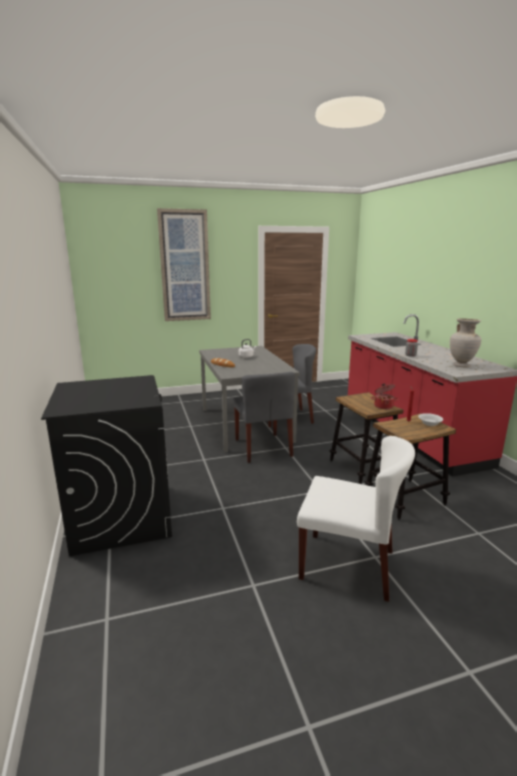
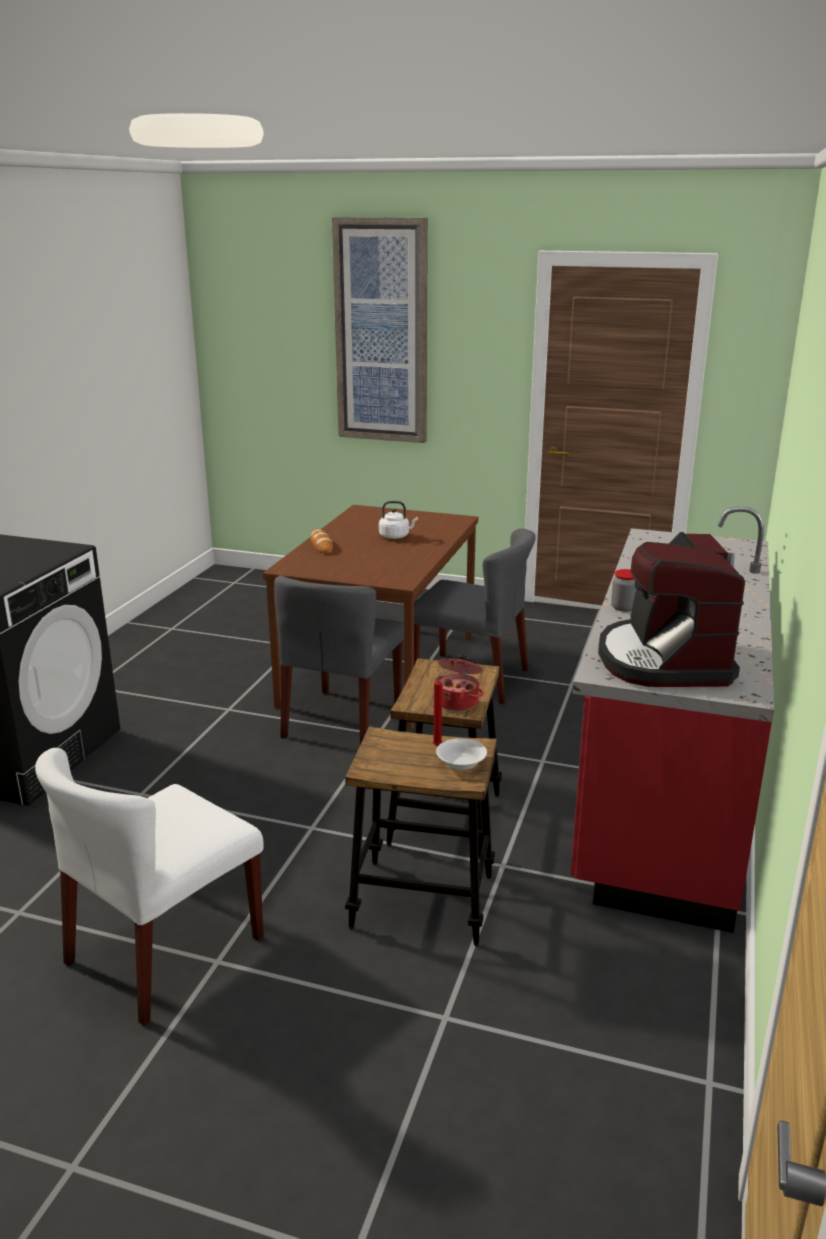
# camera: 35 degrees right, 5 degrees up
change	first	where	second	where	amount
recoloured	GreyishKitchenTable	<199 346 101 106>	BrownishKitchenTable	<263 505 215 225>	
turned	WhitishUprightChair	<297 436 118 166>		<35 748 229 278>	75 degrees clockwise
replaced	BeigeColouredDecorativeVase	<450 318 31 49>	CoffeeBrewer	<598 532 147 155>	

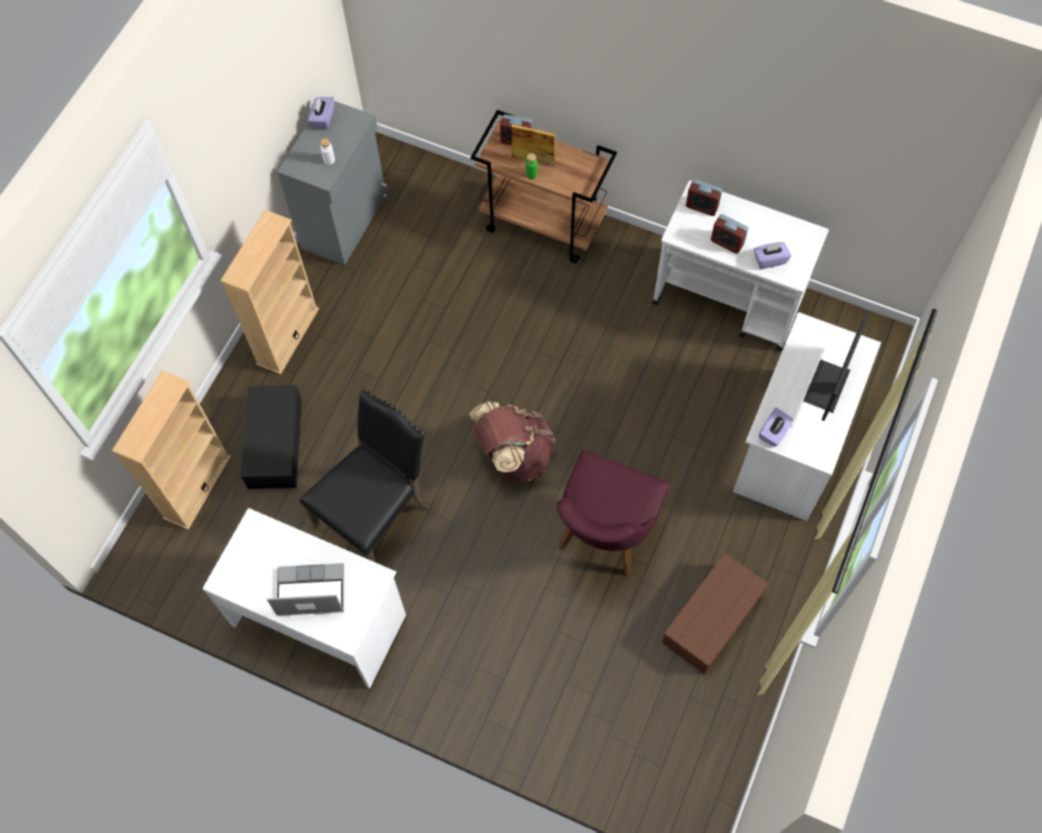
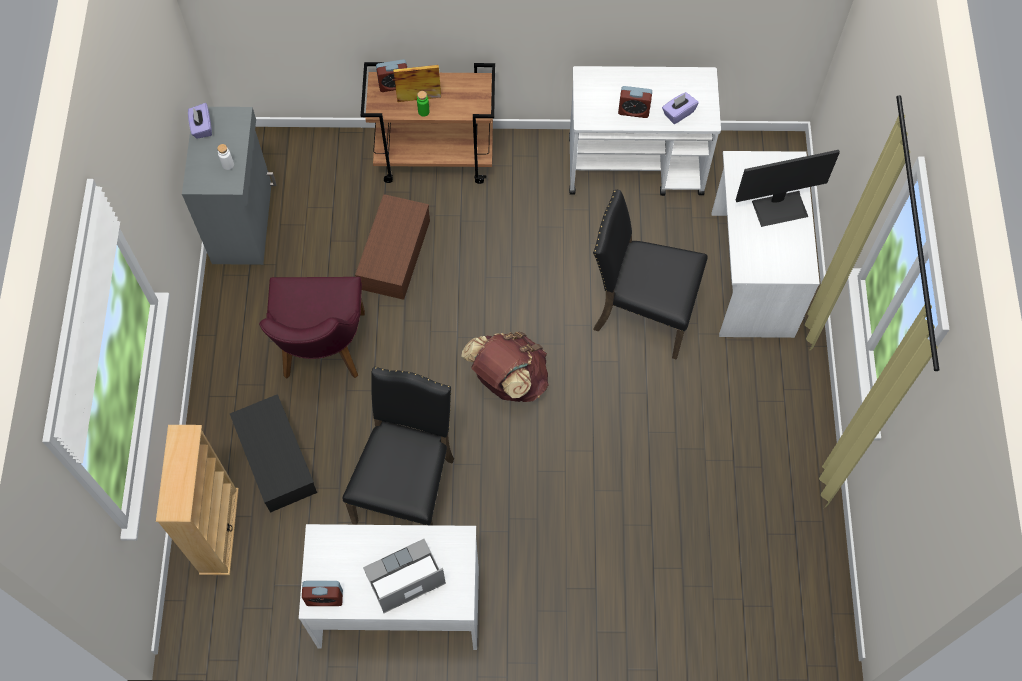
# camera: 25 degrees left, 0 degrees up
change	first	where	second	where	amount
removed	BeigeColouredShelvingUnit	<220 210 99 165>			
moved	PurpleColouredUprightChair	<557 450 114 126>		<259 277 106 102>	
moved	BrownishStorageBin	<662 553 107 121>		<355 194 75 106>	
moved	BedsideClock	<686 179 36 37>		<302 581 41 25>	
removed	PurpleColouredTissueHolder	<759 407 34 40>			
turned	Monitor	<803 310 67 111>		<736 150 104 77>	105 degrees counterclockwise
added			BlackishUprightChair	<593 190 115 170>	

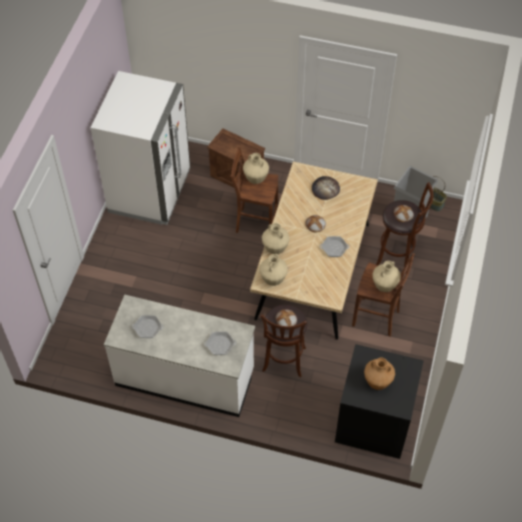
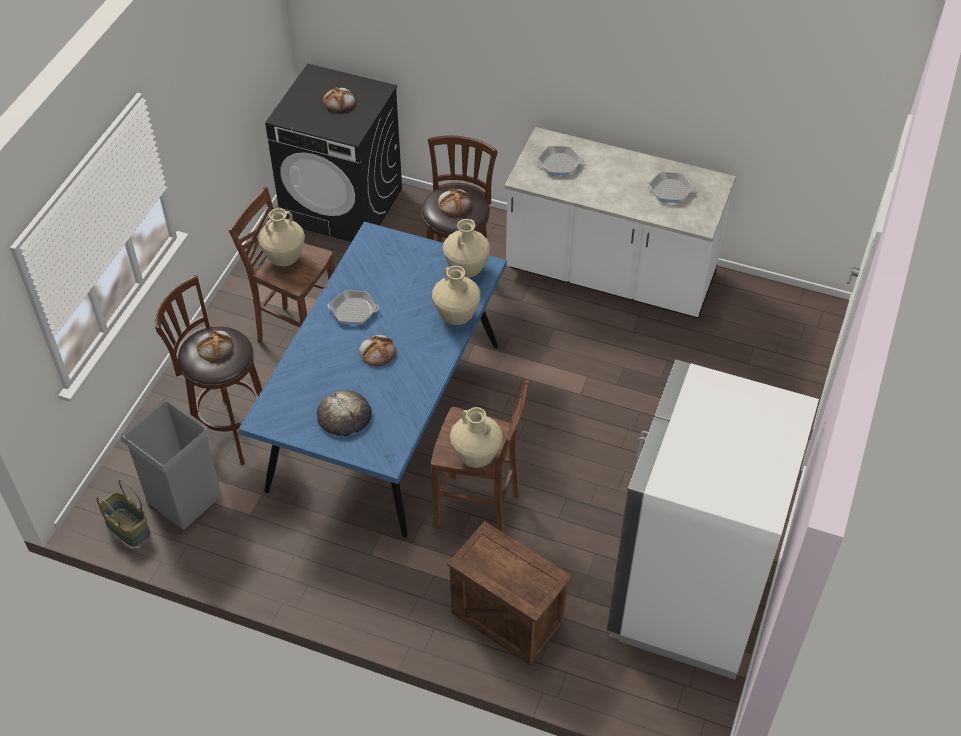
# camera: 175 degrees left, 5 degrees down
change	first	where	second	where	amount
recoloured	BeigeColouredKitchenTable	<250 162 128 178>	BluishKitchenTable	<239 222 268 316>	
replaced	BrownishDecorativeVase	<364 358 31 32>	Bread	<323 87 32 25>	

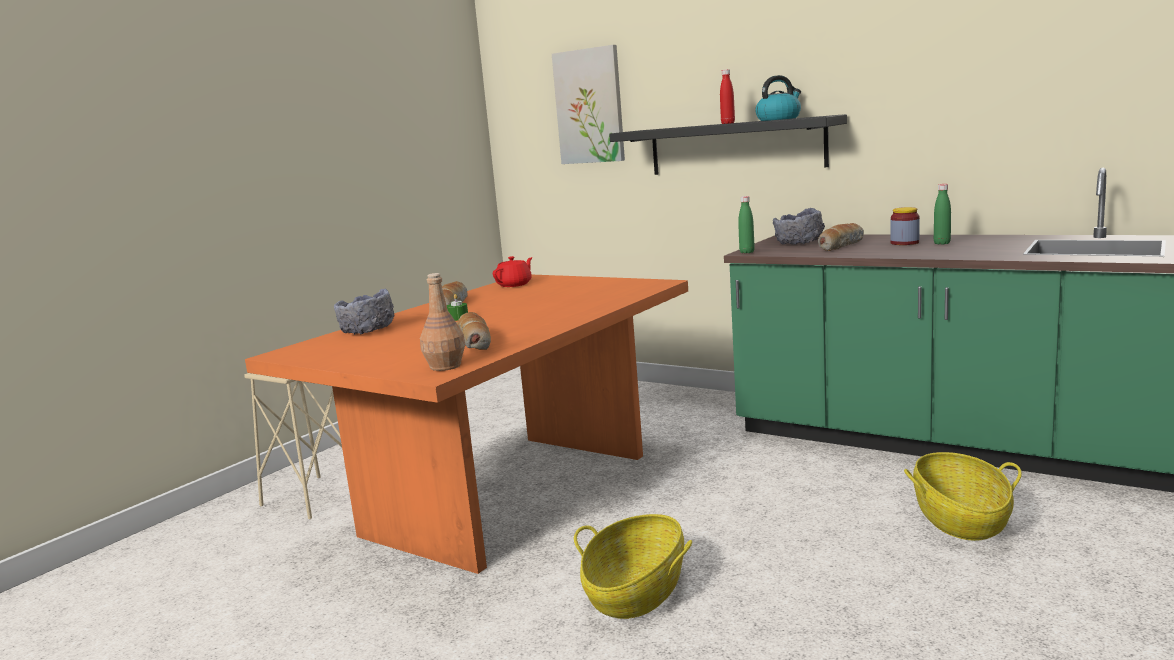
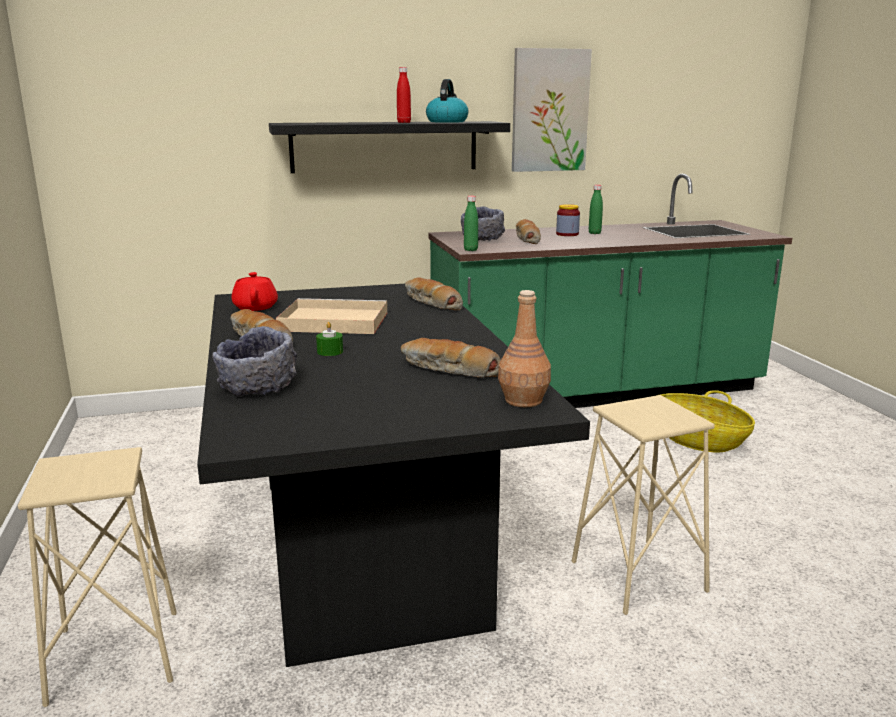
# camera: 50 degrees left, 5 degrees up
change	first	where	second	where	amount
recoloured	OrangeyKitchenTable	<245 275 443 299>	BlackishKitchenTable	<197 284 393 383>	
moved	Picture	<552 45 73 119>		<512 48 80 124>	
replaced	Basket	<574 514 118 105>	BeigeColouredStoolSeat	<572 395 143 220>	
added			BeigeColouredCarryingTray	<276 298 111 36>	
added			Bread	<405 277 58 33>	

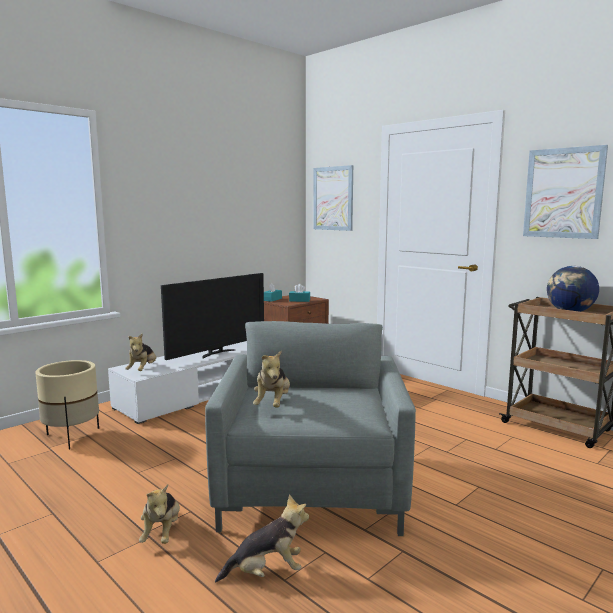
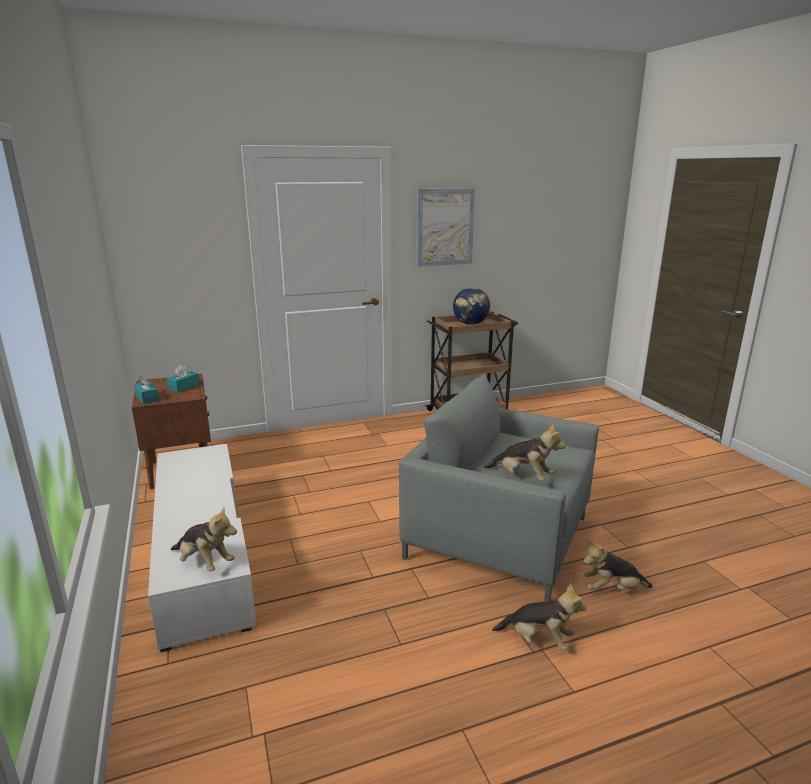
# camera: 65 degrees left, 10 degrees up
change	first	where	second	where	amount
removed	BeigeColouredFlowerPot	<35 360 64 90>			
removed	TvSet	<161 273 103 87>			
turned	PlushToy	<215 494 94 89>		<583 540 70 50>	105 degrees counterclockwise
removed	Picture	<313 165 40 66>			

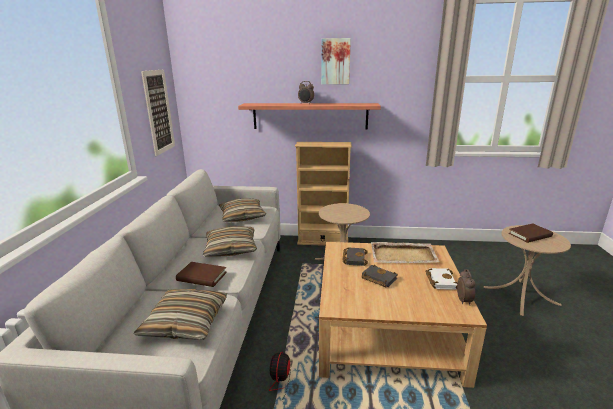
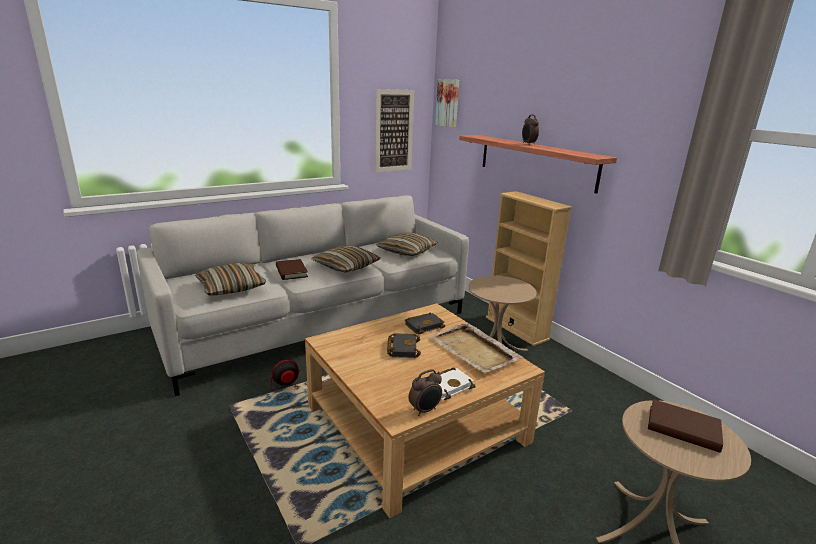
# camera: 50 degrees right, 0 degrees up
change	first	where	second	where	amount
moved	Picture	<321 38 30 46>		<435 79 24 49>	

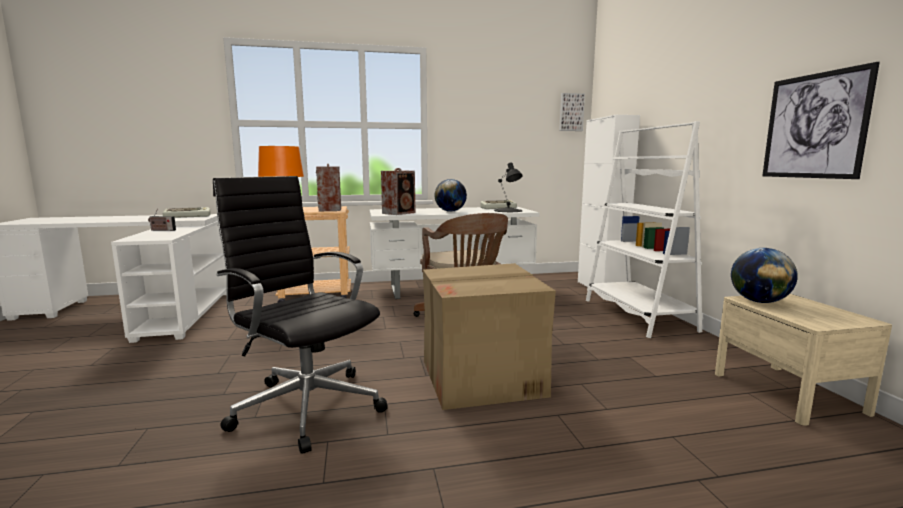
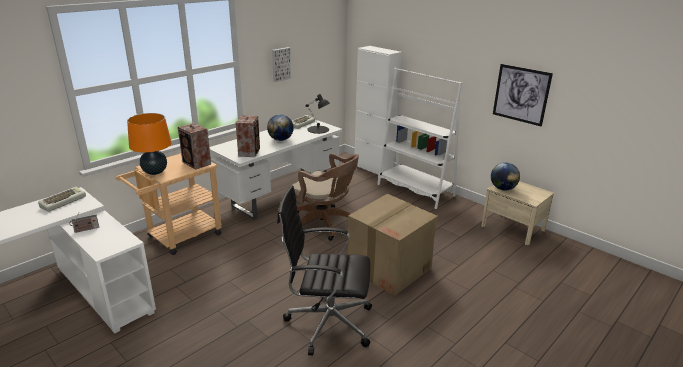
# camera: 35 degrees left, 15 degrees up
change	first	where	second	where	amount
moved	Picture	<559 93 26 38>		<272 47 19 35>	

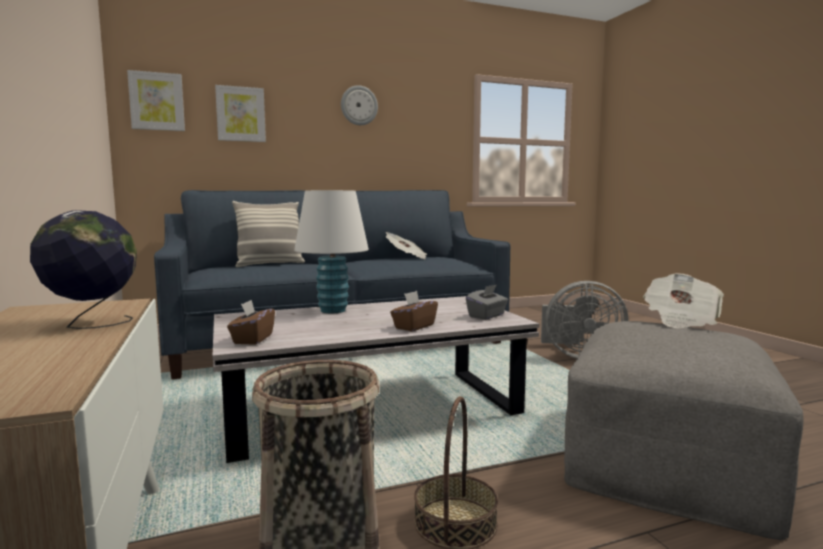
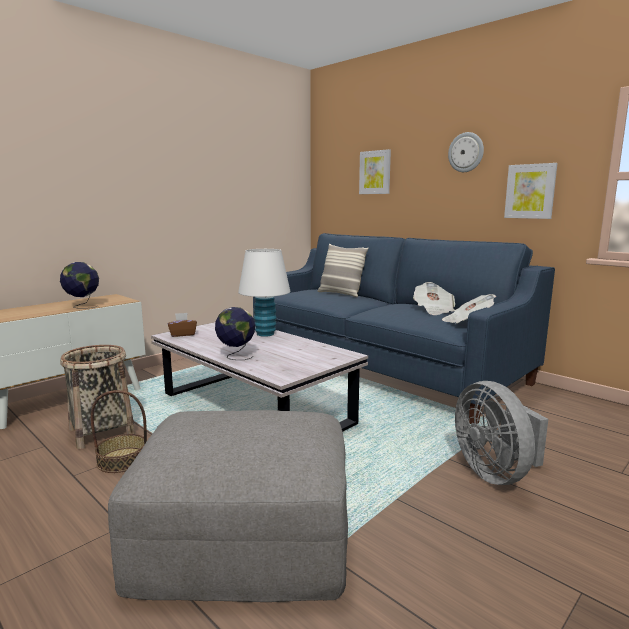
# camera: 65 degrees right, 5 degrees up
change	first	where	second	where	amount
moved	Picture	<127 70 58 61>		<504 163 54 56>	
replaced	BrownishTissueHolder	<390 291 48 40>	DeskGlobe	<215 307 40 53>	
removed	GreyishTissueHolder	<466 284 42 36>			
moved	Newspaper	<643 273 81 55>		<442 294 54 29>	

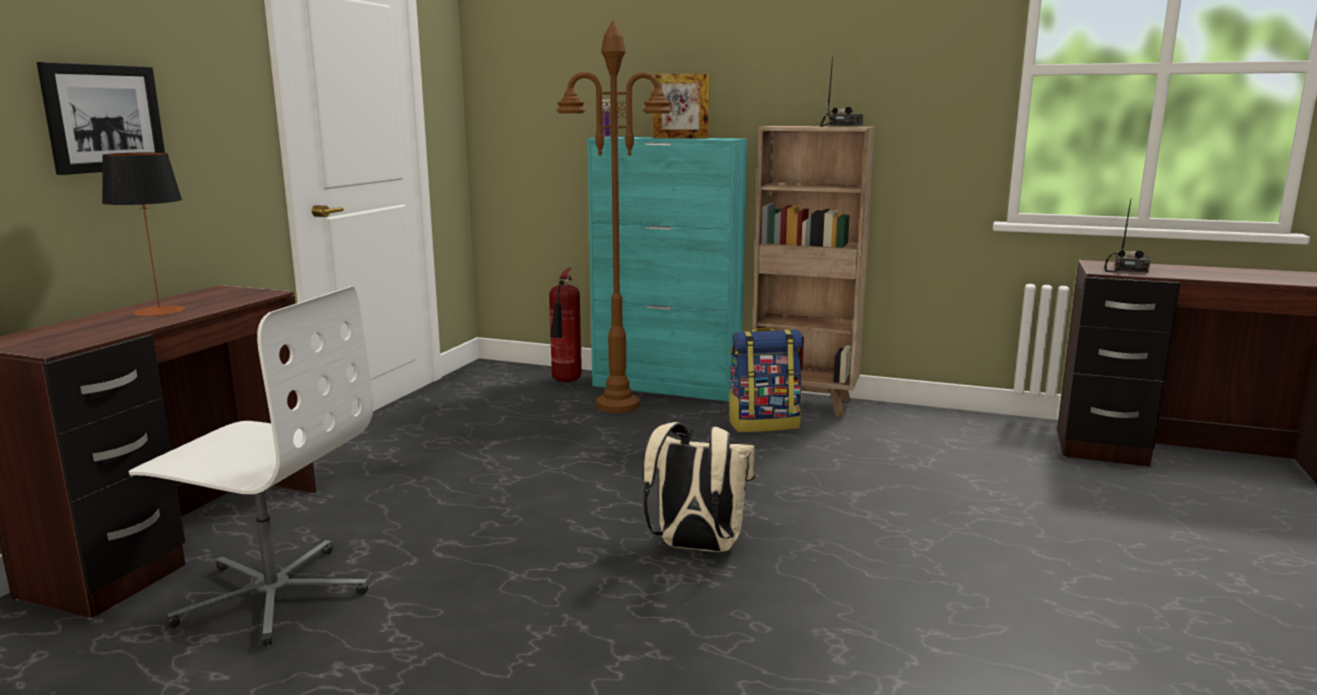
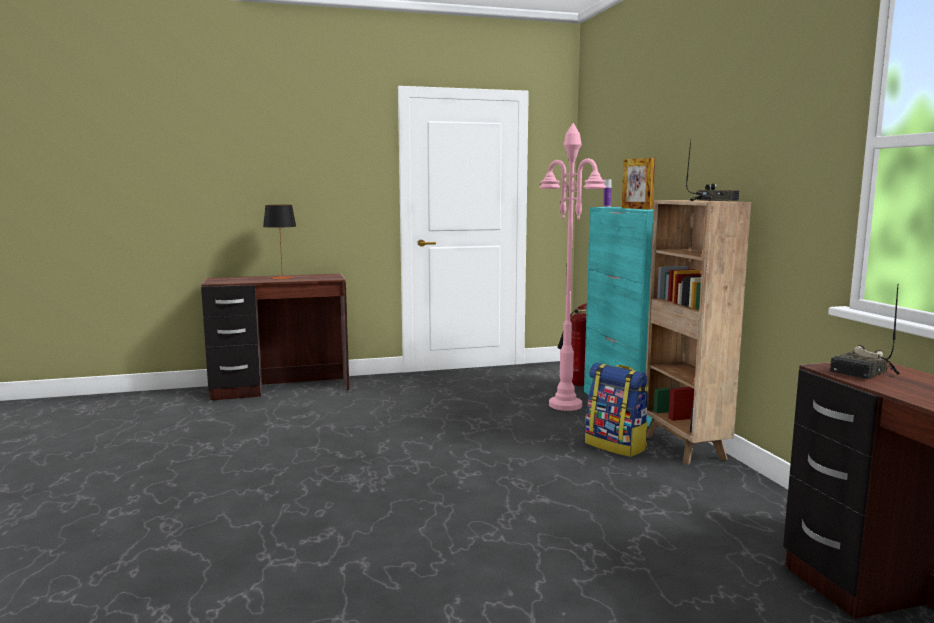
# camera: 55 degrees right, 5 degrees down
change	first	where	second	where	amount
removed	Picture	<37 62 128 113>			
removed	WhitishComputerChair	<129 286 244 360>			
recoloured	BrownishFloorLamp	<556 20 116 393>	PinkishFloorLamp	<539 123 67 288>	
removed	BeigeColouredBackpack	<643 422 112 130>			
turned	Radio	<1104 200 46 73>		<830 286 70 93>	150 degrees clockwise

